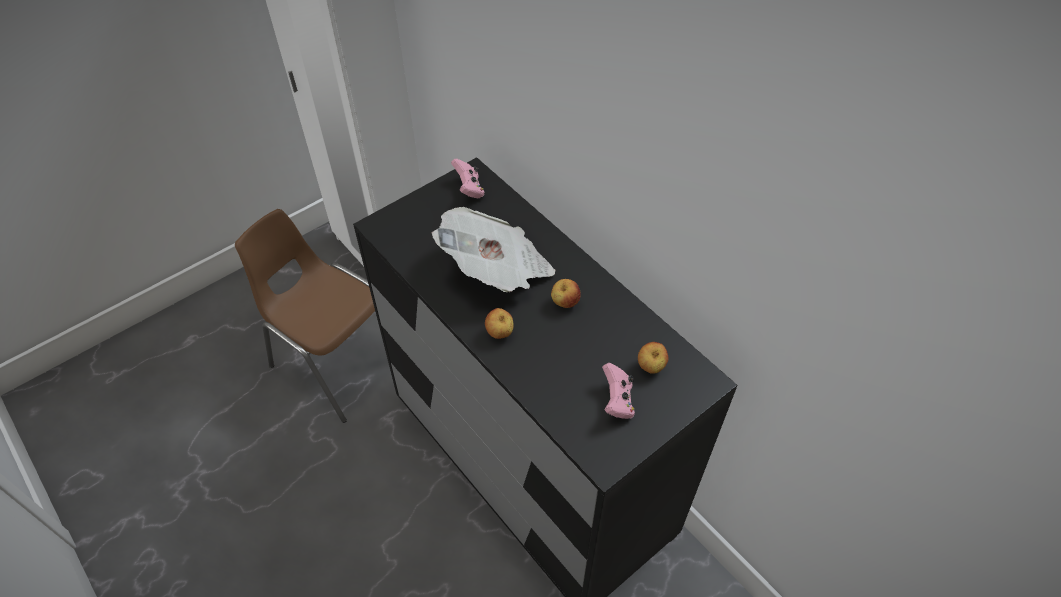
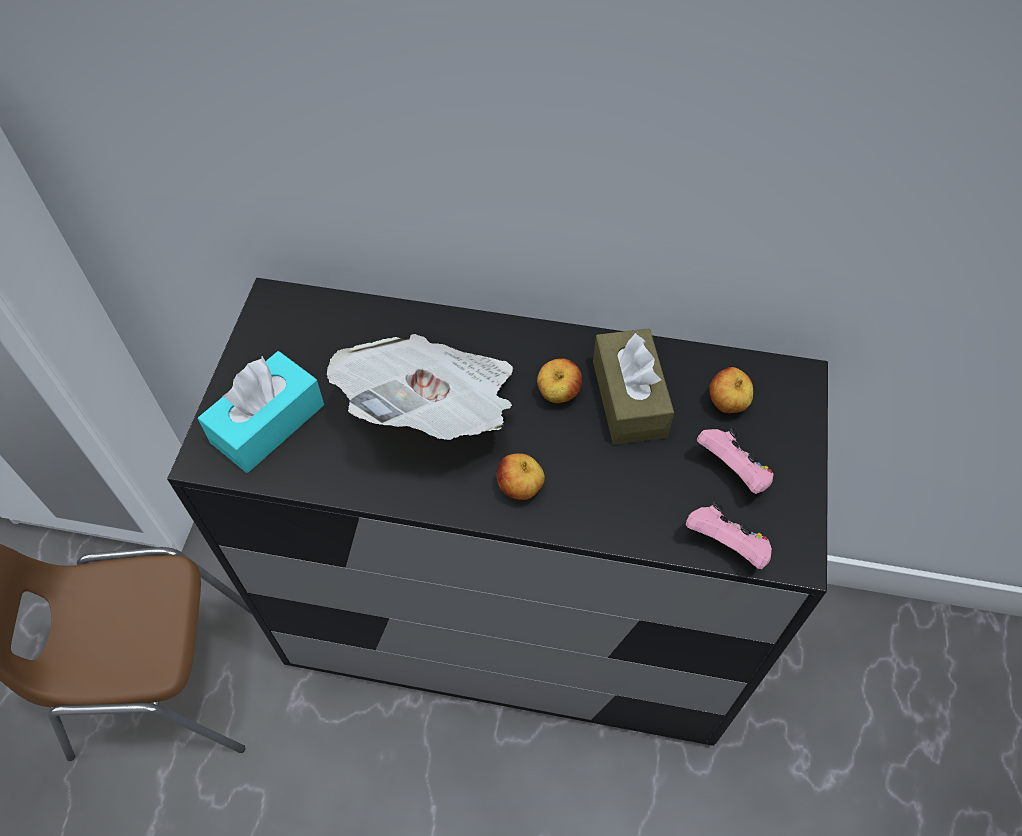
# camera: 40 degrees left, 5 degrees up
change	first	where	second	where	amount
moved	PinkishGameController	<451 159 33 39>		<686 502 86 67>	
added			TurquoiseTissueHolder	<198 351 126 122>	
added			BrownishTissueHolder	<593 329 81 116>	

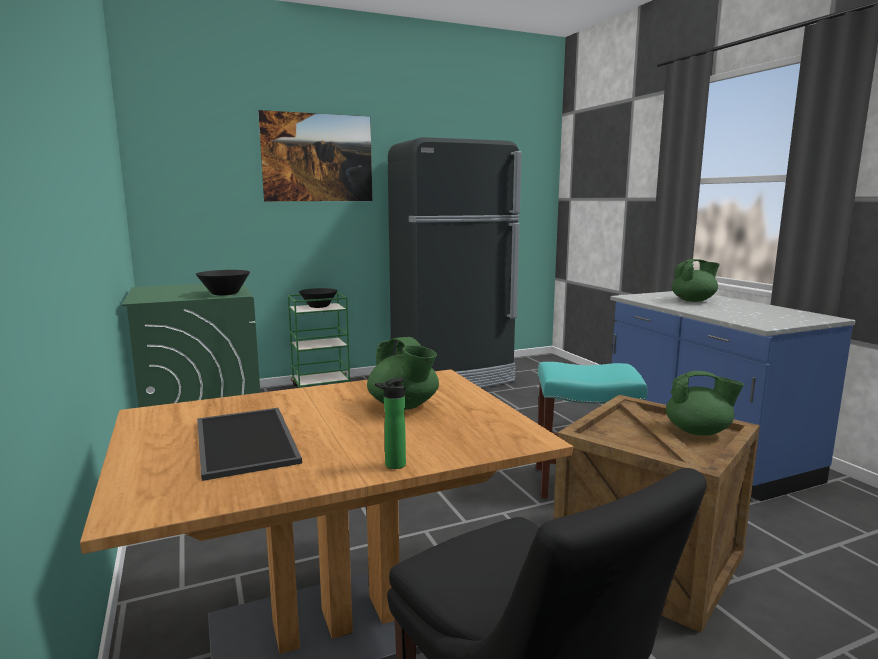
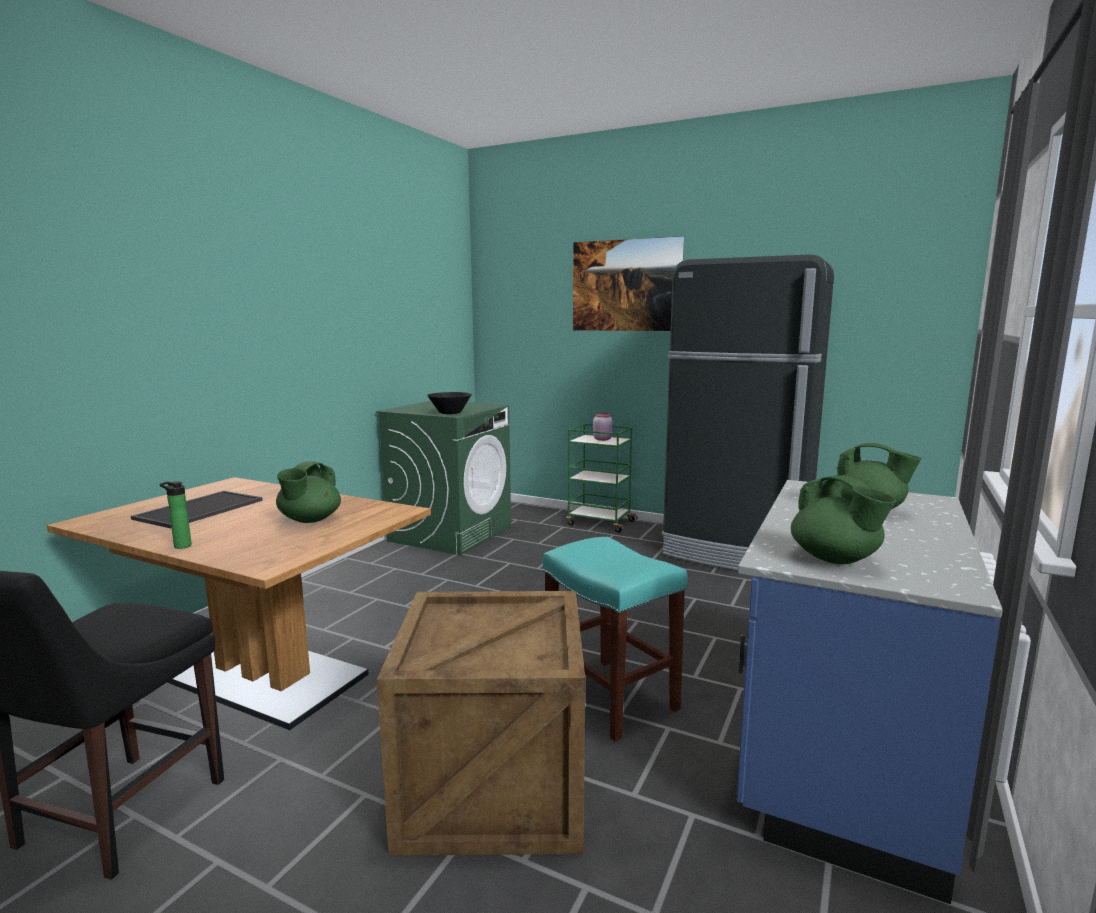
# camera: 50 degrees right, 0 degrees up
change	first	where	second	where	amount
replaced	BlackishServingBowl	<299 288 39 20>	PinkishJar	<593 413 20 28>	
moved	GreenColouredTeapot	<666 371 78 65>		<791 475 105 89>	

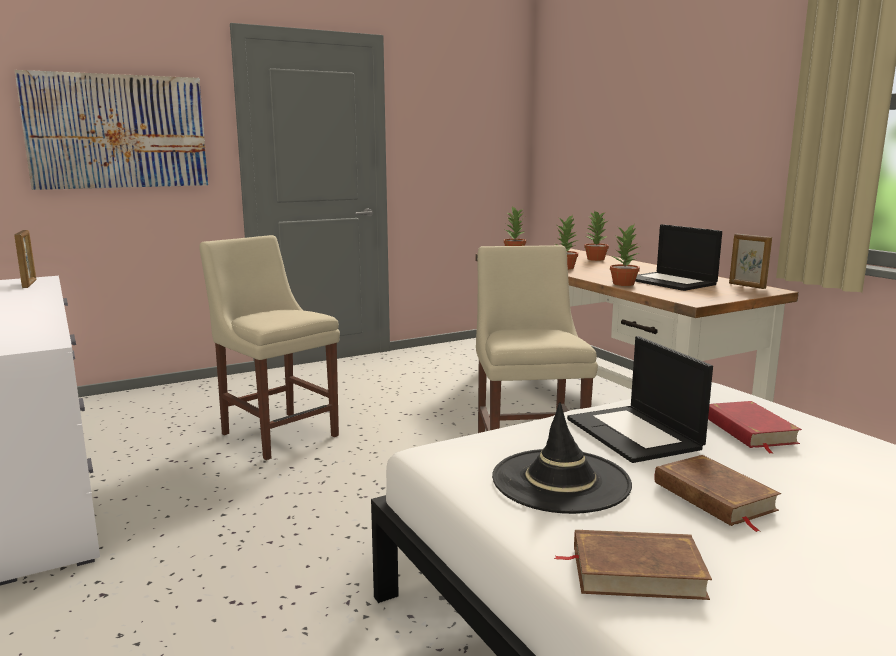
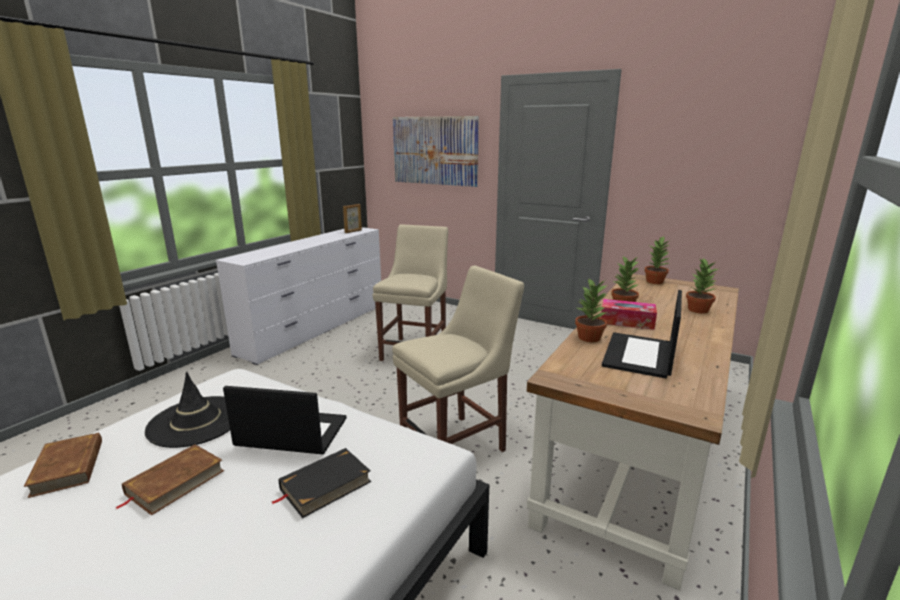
# camera: 60 degrees right, 5 degrees up
change	first	where	second	where	amount
turned	NotebookComputer	<567 336 146 127>		<223 386 124 68>	60 degrees clockwise
recoloured	RedColouredBoundBook	<708 401 94 53>	BlackishBoundBook	<272 448 99 70>	
removed	StandingFrame	<729 234 43 55>			
added			TissueHolder	<601 299 56 31>	

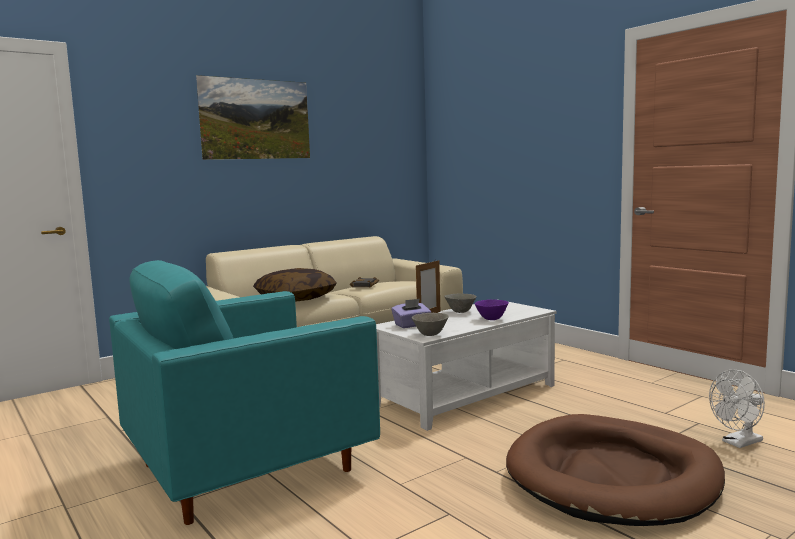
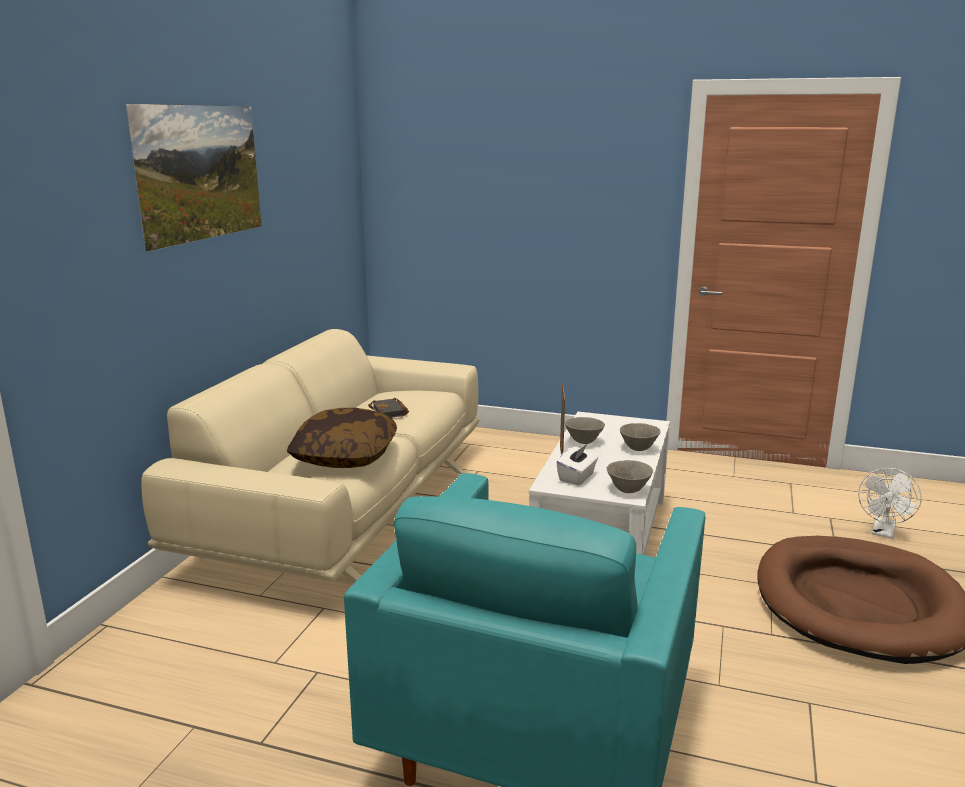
# camera: 35 degrees left, 10 degrees up
change	first	where	second	where	amount
recoloured	PurpleColouredTissueHolder	<391 299 40 29>	WhitishTissueHolder	<556 444 42 41>	
recoloured	PurpleColouredServingBowl	<475 299 34 21>	GreyishServingBowl	<620 423 41 28>	

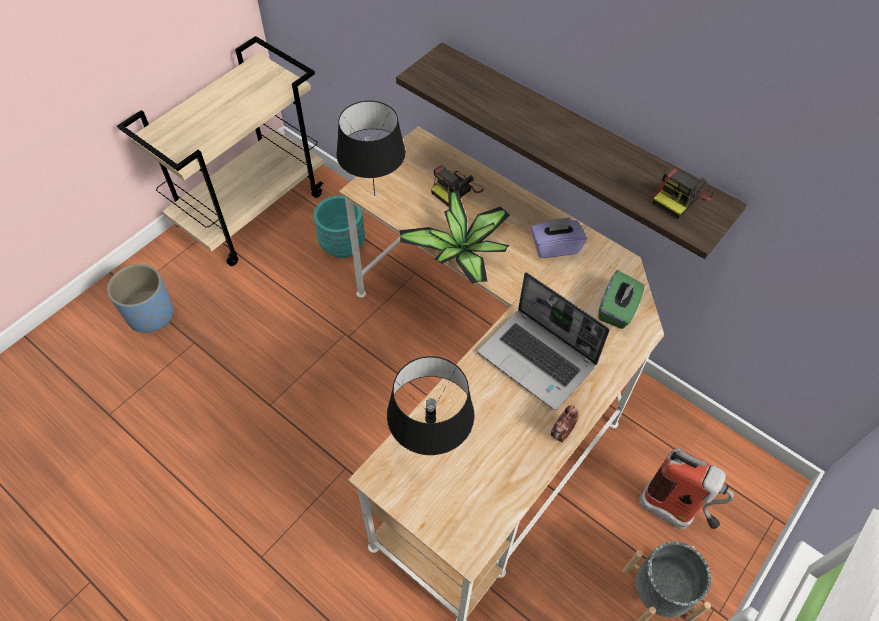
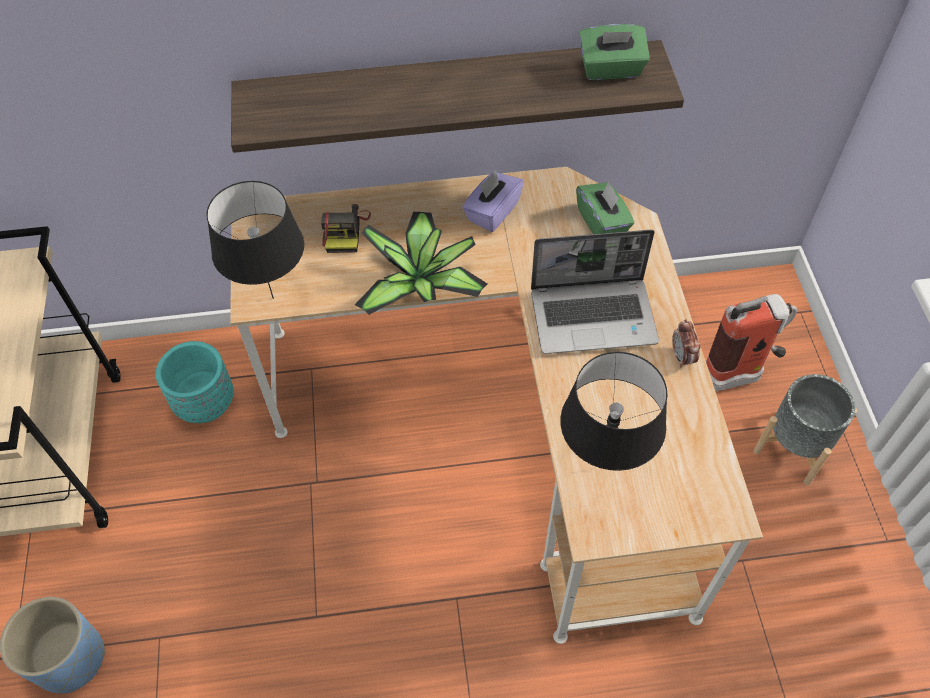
# camera: 45 degrees left, 0 degrees up
change	first	where	second	where	amount
replaced	PhotoCamera	<653 167 61 52>	GreenColouredTissueHolder	<579 24 71 56>	

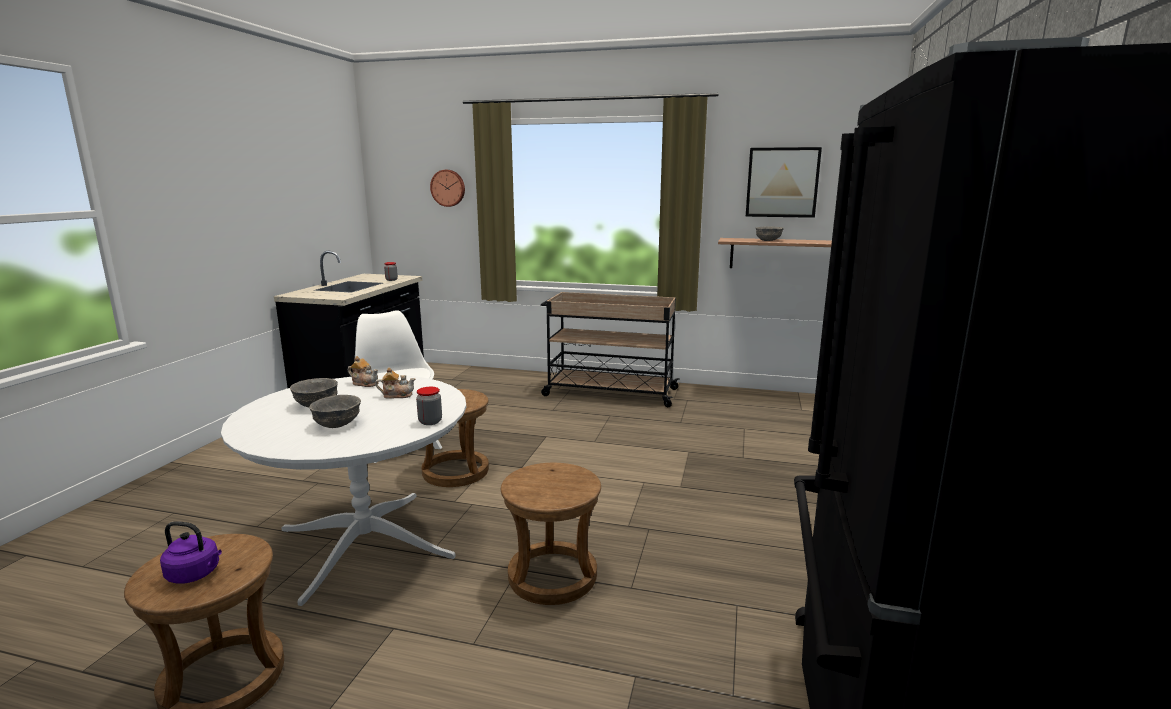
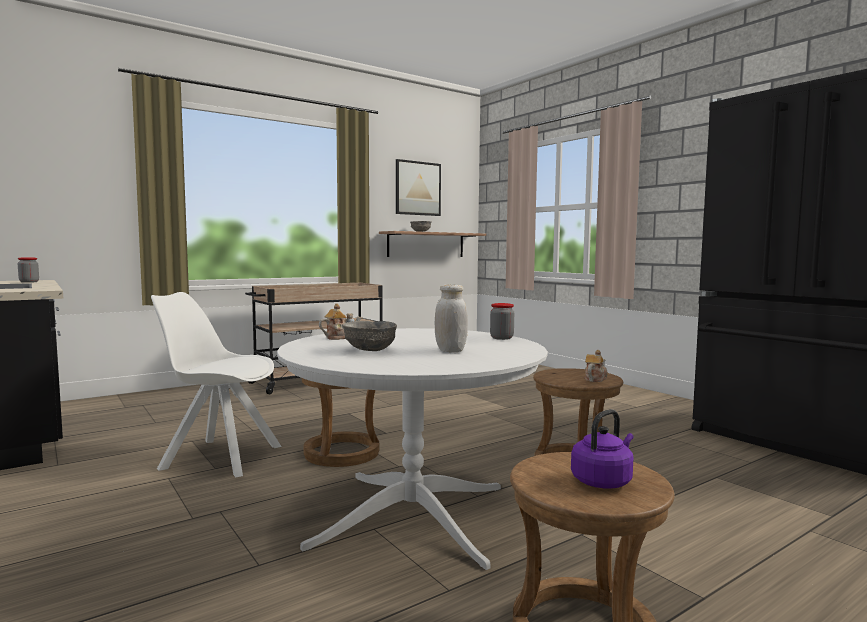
# camera: 50 degrees left, 10 degrees down
change	first	where	second	where	amount
replaced	GreyishServingBowl	<309 395 52 33>	WhitishJar	<435 285 33 67>	
moved	Teapot	<375 367 40 32>		<584 350 24 32>	
removed	ClockOnTheWall	<430 170 35 37>			

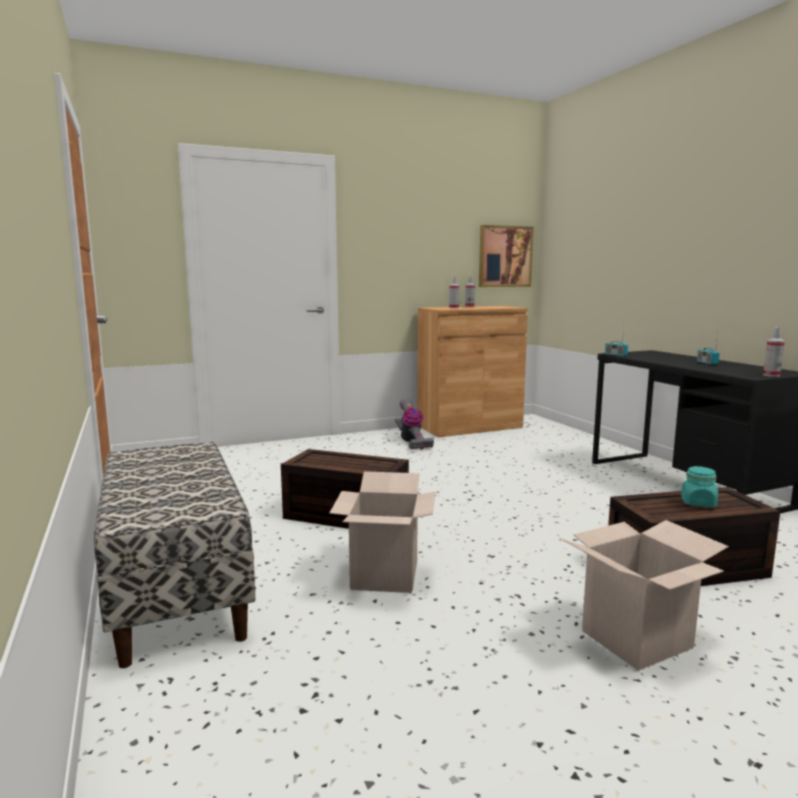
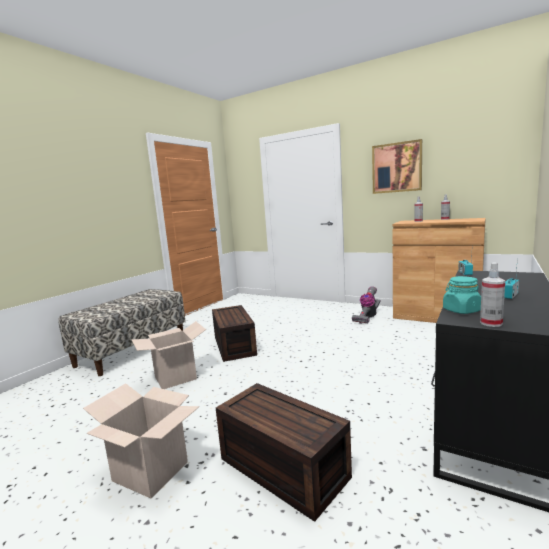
# camera: 55 degrees right, 0 degrees up
change	first	where	second	where	amount
moved	Picture	<479 225 55 62>		<372 139 50 55>	
moved	TurquoiseJar	<681 466 37 41>		<443 276 38 38>	

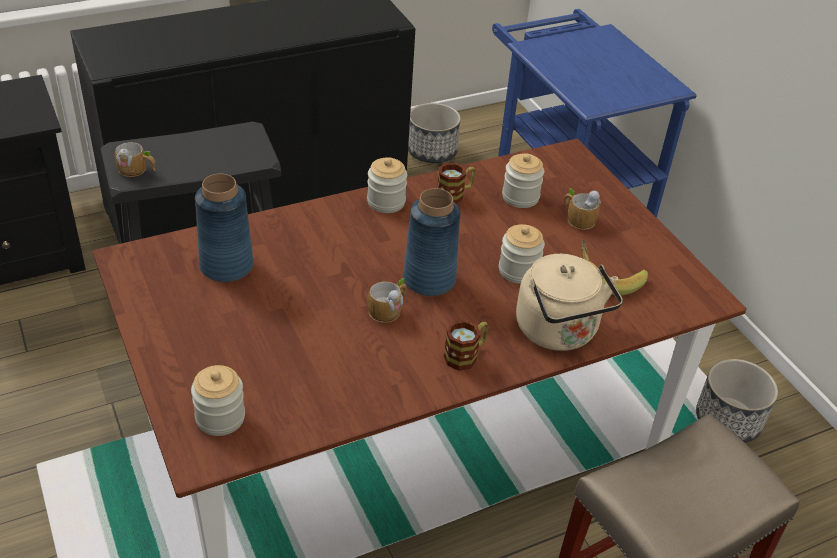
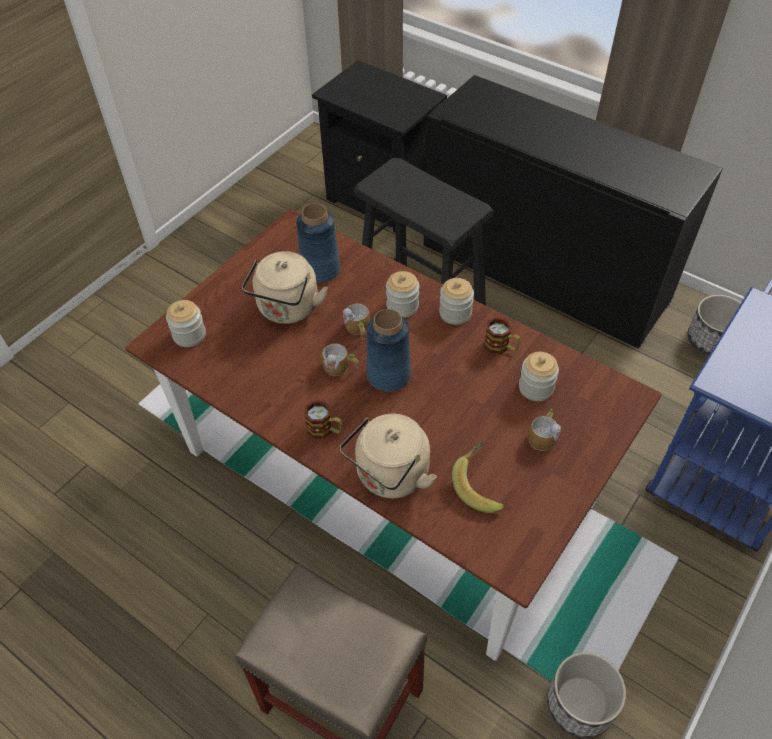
# camera: 65 degrees right, 10 degrees up
change	first	where	second	where	amount
moved	CoffeeMug	<115 142 41 35>		<343 304 27 36>	
moved	Jar	<499 224 46 60>		<386 271 33 47>	
added			BeigeColouredTeaKettle	<241 251 87 73>	

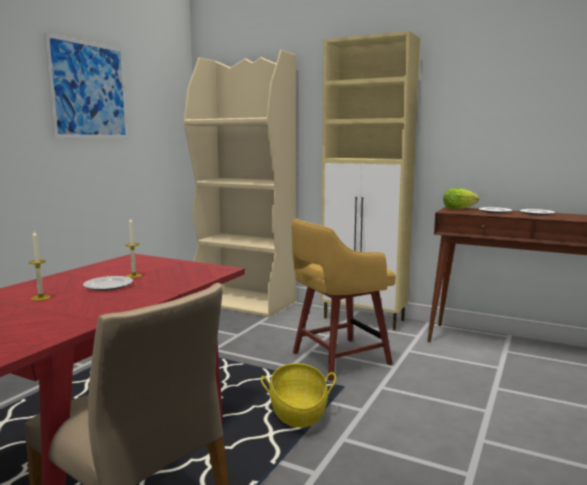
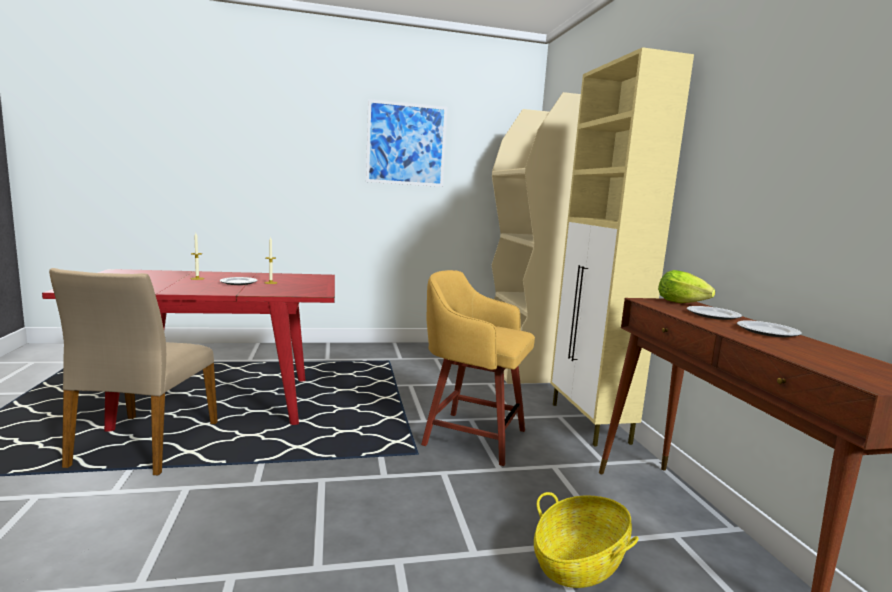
# camera: 50 degrees right, 0 degrees up
change	first	where	second	where	amount
moved	Basket	<261 363 75 65>		<534 492 105 96>	

